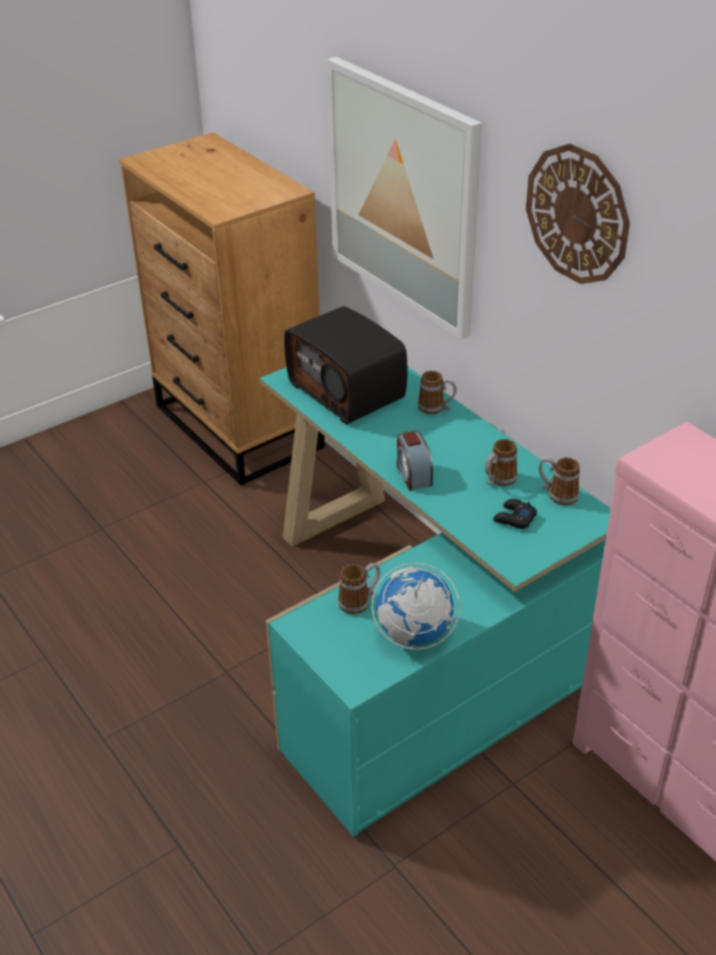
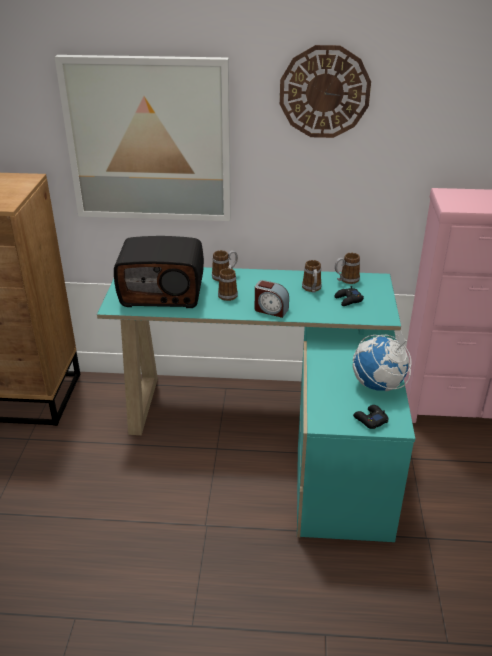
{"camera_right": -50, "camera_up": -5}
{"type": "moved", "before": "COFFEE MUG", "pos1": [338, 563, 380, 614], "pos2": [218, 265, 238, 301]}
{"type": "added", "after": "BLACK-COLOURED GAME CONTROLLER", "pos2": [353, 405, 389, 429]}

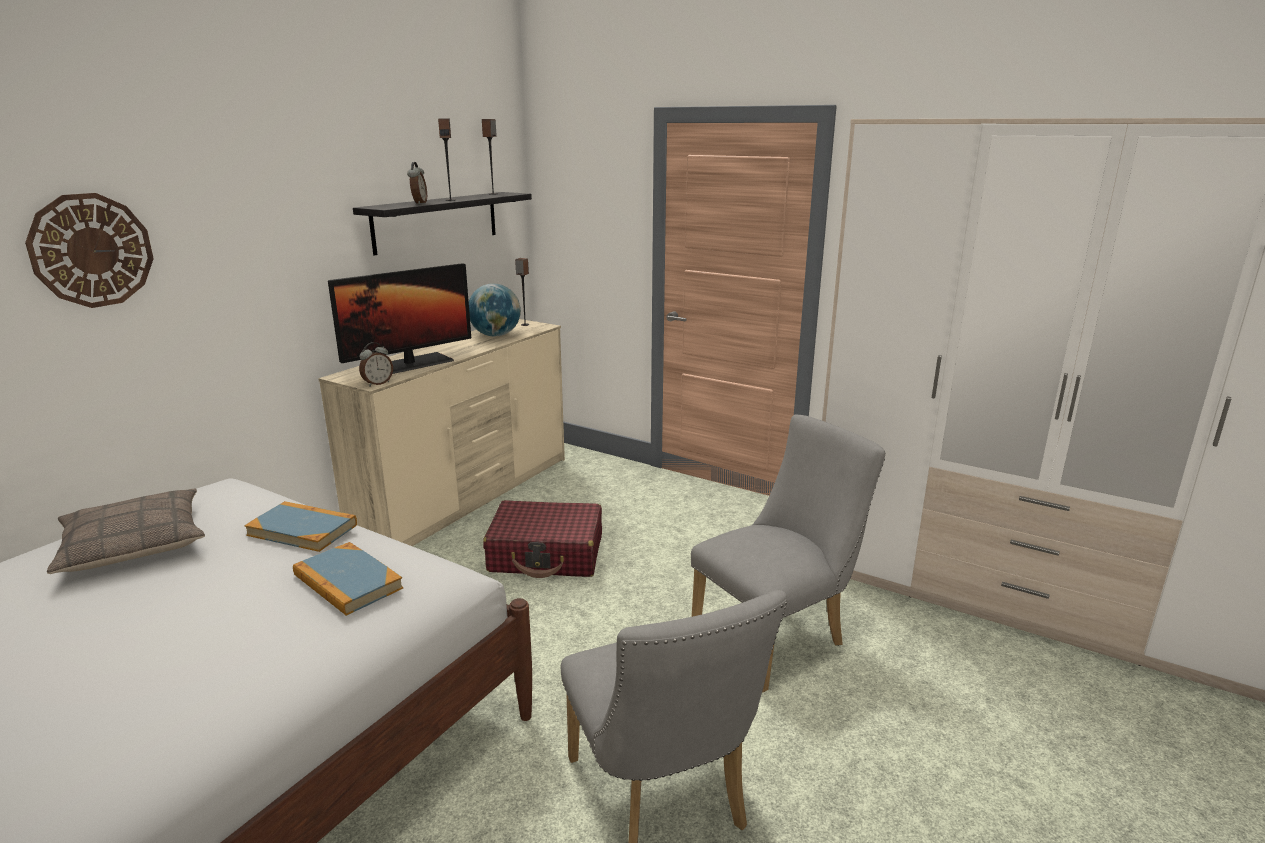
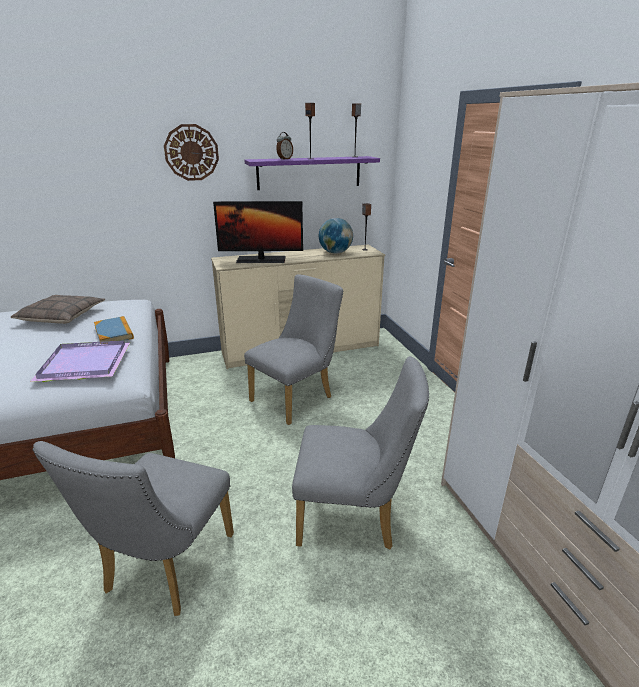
{"camera_right": 40, "camera_up": 5}
{"type": "replaced", "before": "VOLUME", "after": "PURPLISH CARRYING TRAY", "pos1": [293, 542, 403, 616], "pos2": [30, 340, 130, 382]}
{"type": "moved", "before": "WALL CLOCK", "pos1": [25, 193, 154, 308], "pos2": [164, 124, 219, 181]}
{"type": "replaced", "before": "RED-COLOURED SUITCASE", "after": "GREYISH PLAIN CHAIR", "pos1": [483, 500, 602, 578], "pos2": [244, 275, 344, 425]}
{"type": "recoloured", "before": "BLACK-COLOURED WALL SHELF", "after": "PURPLISH WALL SHELF", "pos1": [353, 192, 532, 255], "pos2": [245, 156, 380, 190]}
{"type": "removed", "before": "TABLE CLOCK", "pos1": [359, 342, 393, 386]}

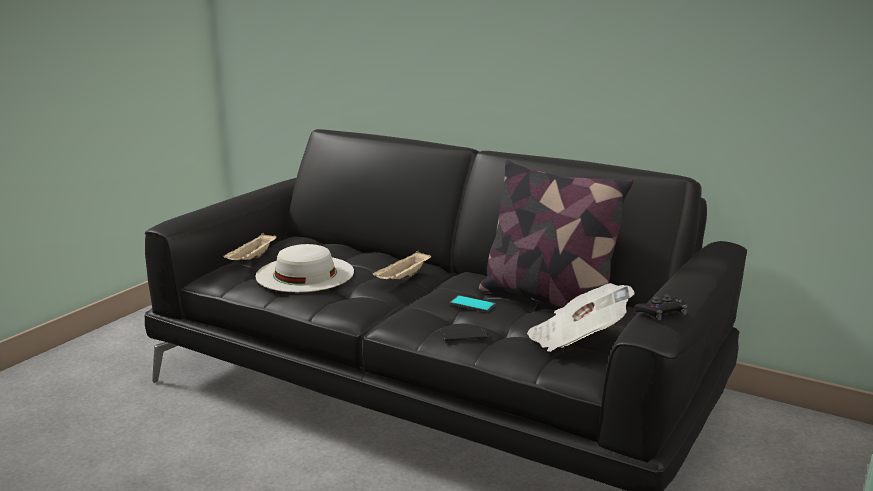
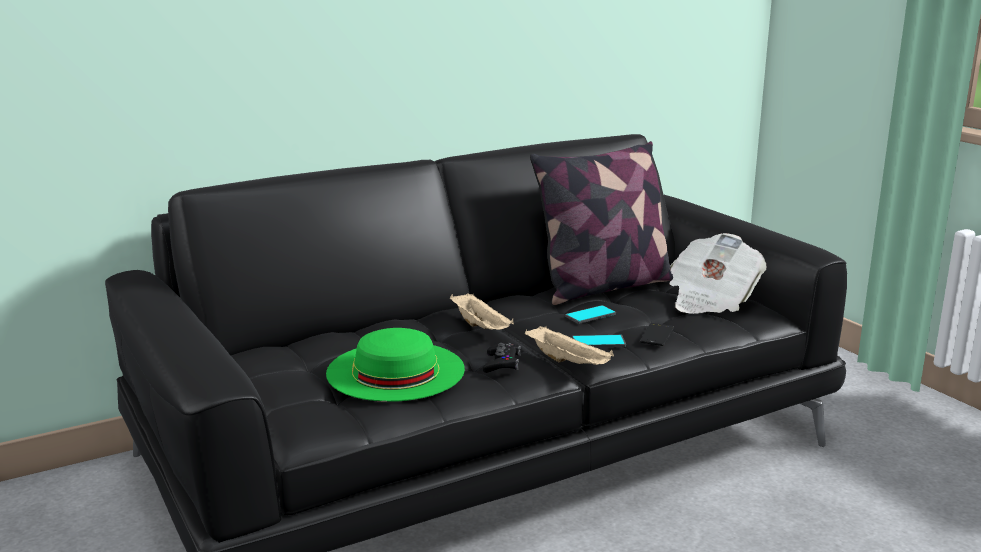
{"camera_right": -60, "camera_up": 0}
{"type": "recoloured", "before": "WHITE WEARABLE HAT", "after": "GREENISH WEARABLE HAT", "pos1": [255, 244, 354, 292], "pos2": [326, 328, 465, 402]}
{"type": "moved", "before": "BLACK-COLOURED GAME CONTROLLER", "pos1": [634, 294, 688, 320], "pos2": [483, 343, 521, 373]}
{"type": "moved", "before": "BEIGE CARRYING TRAY", "pos1": [223, 233, 277, 260], "pos2": [525, 326, 614, 365]}
{"type": "added", "after": "PHONE", "pos2": [572, 335, 626, 347]}

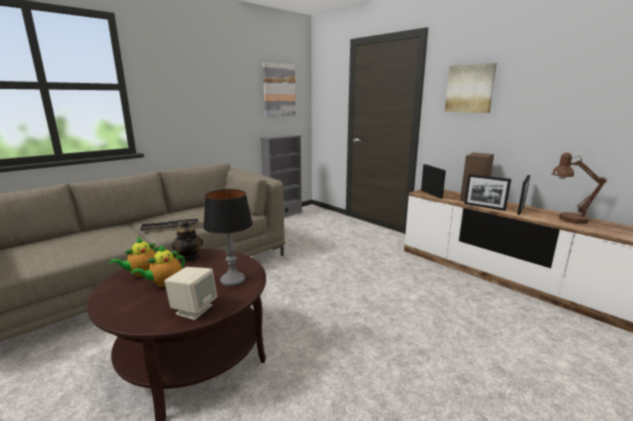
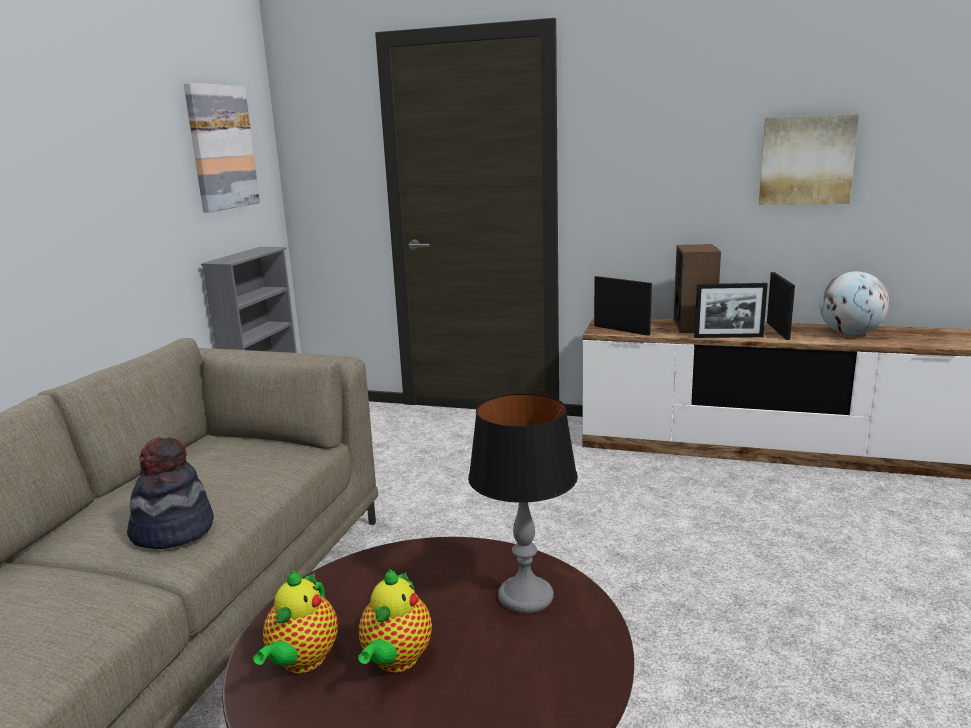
{"camera_right": -30, "camera_up": 0}
{"type": "replaced", "before": "CARRYING TRAY", "after": "WEARABLE HAT", "pos1": [138, 218, 199, 231], "pos2": [127, 437, 214, 549]}
{"type": "moved", "before": "PICTURE", "pos1": [445, 63, 497, 113], "pos2": [759, 114, 859, 205]}
{"type": "replaced", "before": "BROWNISH TABLE LAMP", "after": "DESK GLOBE", "pos1": [552, 152, 607, 224], "pos2": [819, 271, 890, 335]}
{"type": "removed", "before": "BEIGE SPEAKER", "pos1": [165, 267, 217, 320]}
{"type": "removed", "before": "POT FOR TEA", "pos1": [172, 221, 203, 261]}

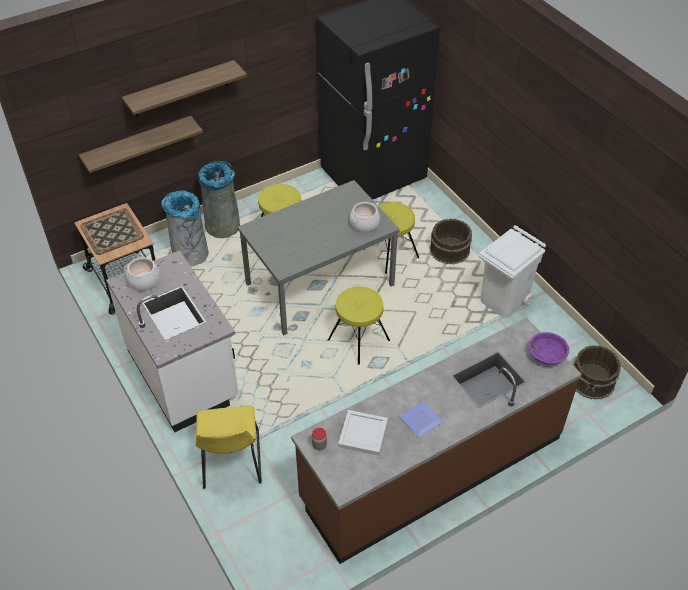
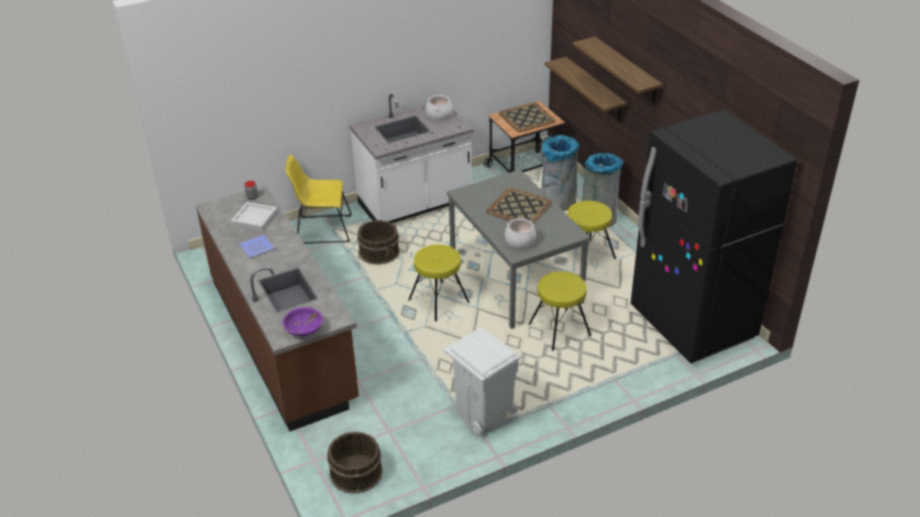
{"camera_right": 95, "camera_up": -10}
{"type": "moved", "before": "BROWNISH PAIL", "pos1": [430, 219, 472, 264], "pos2": [357, 220, 400, 265]}
{"type": "added", "after": "CARRYING TRAY", "pos2": [486, 188, 552, 224]}

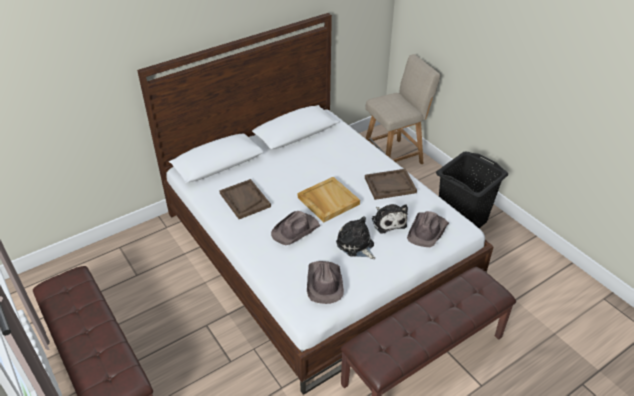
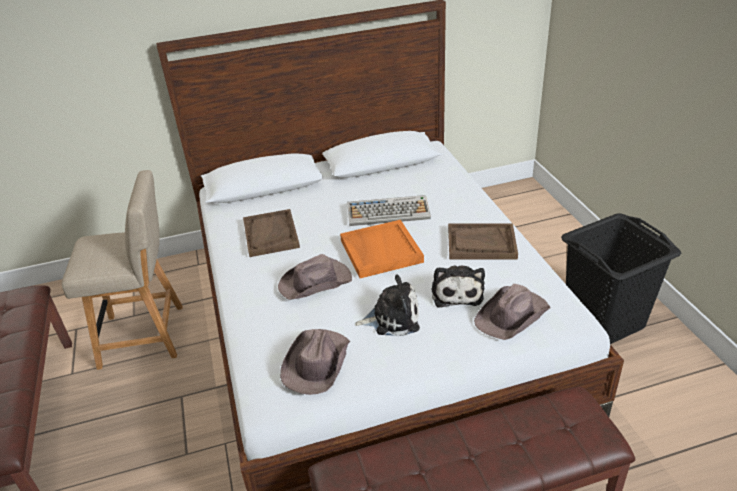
{"camera_right": 20, "camera_up": -5}
{"type": "moved", "before": "BEIGE PLAIN CHAIR", "pos1": [365, 54, 440, 164], "pos2": [62, 170, 183, 370]}
{"type": "recoloured", "before": "BEIGE CARRYING TRAY", "after": "ORANGEY CARRYING TRAY", "pos1": [298, 177, 360, 223], "pos2": [340, 220, 424, 278]}
{"type": "added", "after": "COMPUTER KEYBOARD", "pos2": [347, 195, 431, 226]}
{"type": "turned", "before": "PLUSH TOY", "pos1": [336, 216, 375, 259], "pos2": [355, 275, 420, 336], "turn": 105}

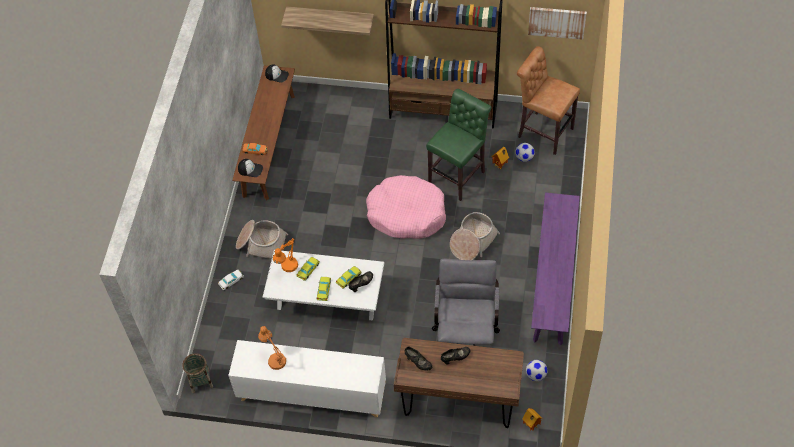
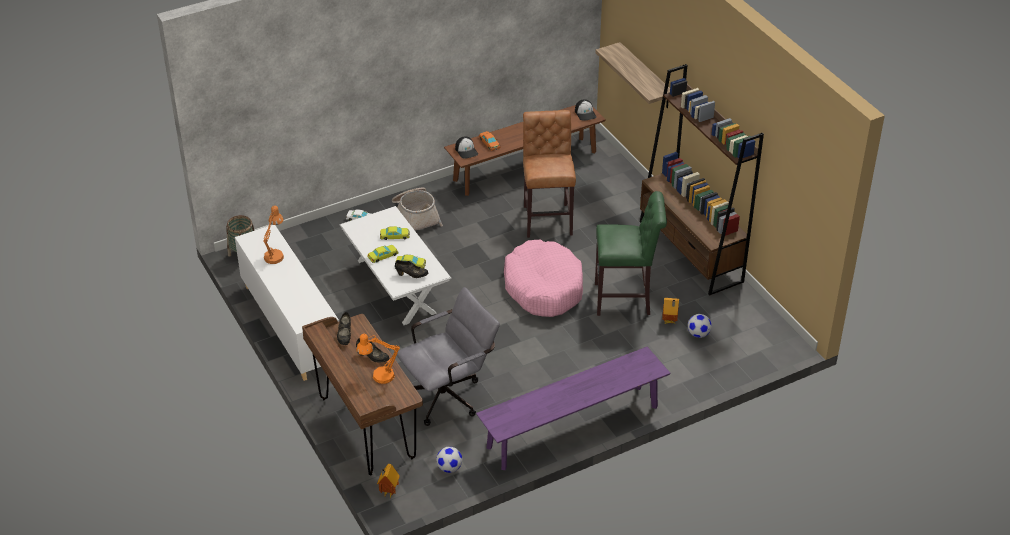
{"camera_right": 50, "camera_up": -15}
{"type": "moved", "before": "ORANGEY TABLE LAMP", "pos1": [273, 238, 298, 272], "pos2": [356, 333, 400, 384]}
{"type": "moved", "before": "BROWNISH STOOL", "pos1": [517, 46, 580, 155], "pos2": [523, 110, 576, 238]}
{"type": "removed", "before": "BASKET", "pos1": [450, 212, 500, 260]}
{"type": "removed", "before": "PICTURE", "pos1": [528, 7, 587, 40]}

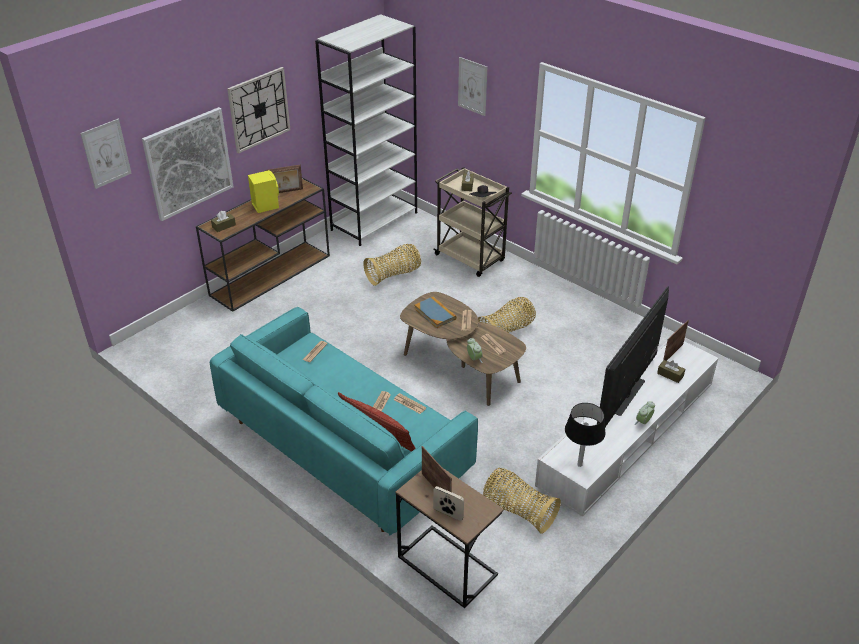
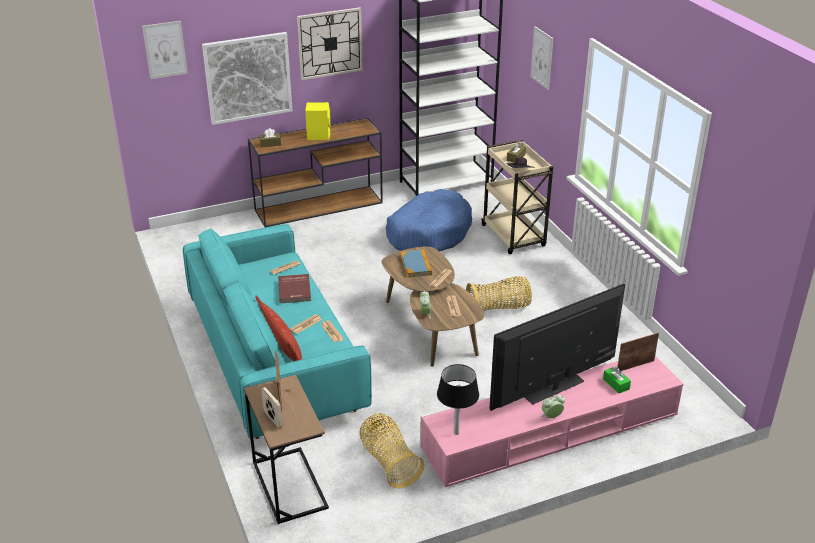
{"camera_right": 25, "camera_up": -5}
{"type": "added", "after": "RED-COLOURED VOLUME", "pos2": [278, 274, 311, 303]}
{"type": "replaced", "before": "BASKET", "after": "BLUISH DOG BED", "pos1": [363, 244, 421, 286], "pos2": [386, 189, 472, 252]}
{"type": "recoloured", "before": "WHITE TV UNIT", "after": "PINK TV UNIT", "pos1": [535, 341, 718, 517], "pos2": [420, 356, 683, 487]}
{"type": "recoloured", "before": "BROWNISH TISSUE HOLDER", "after": "GREENISH TISSUE HOLDER", "pos1": [657, 360, 685, 383], "pos2": [603, 367, 631, 393]}
{"type": "removed", "before": "PHOTO FRAME", "pos1": [266, 165, 303, 193]}

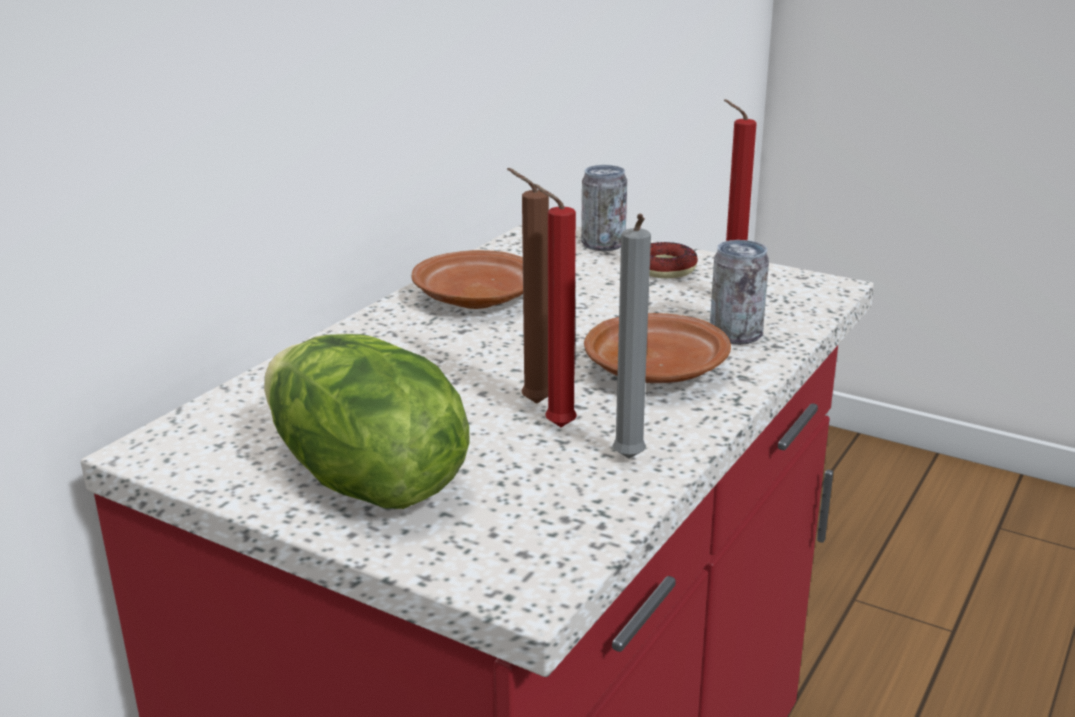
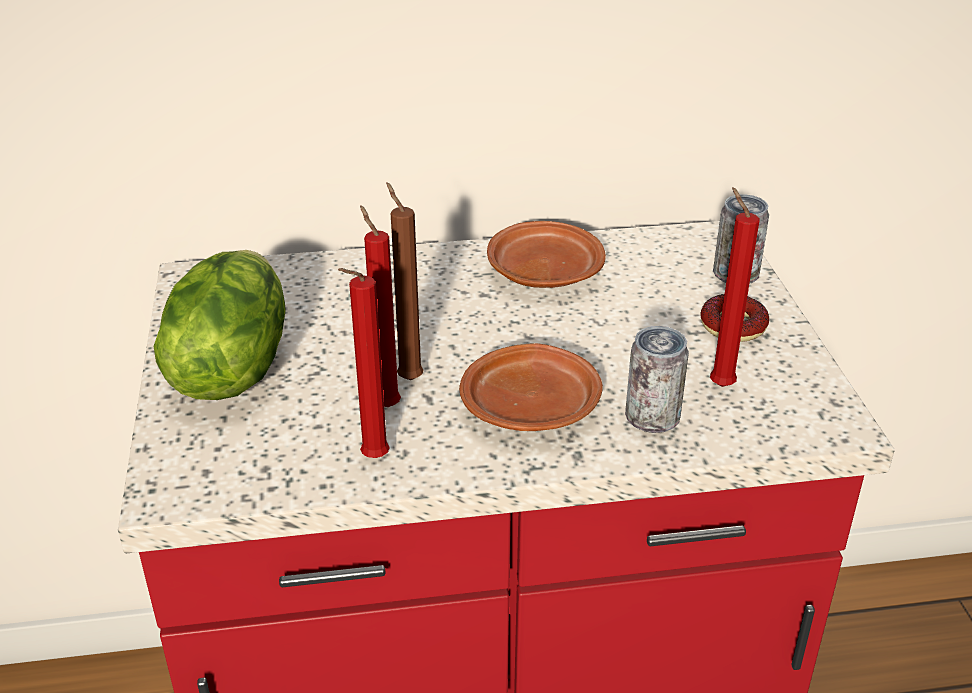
{"camera_right": 50, "camera_up": 10}
{"type": "recoloured", "before": "GREYISH WAX LIGHT", "after": "RED-COLOURED WAX LIGHT", "pos1": [612, 214, 651, 459], "pos2": [338, 268, 390, 458]}

